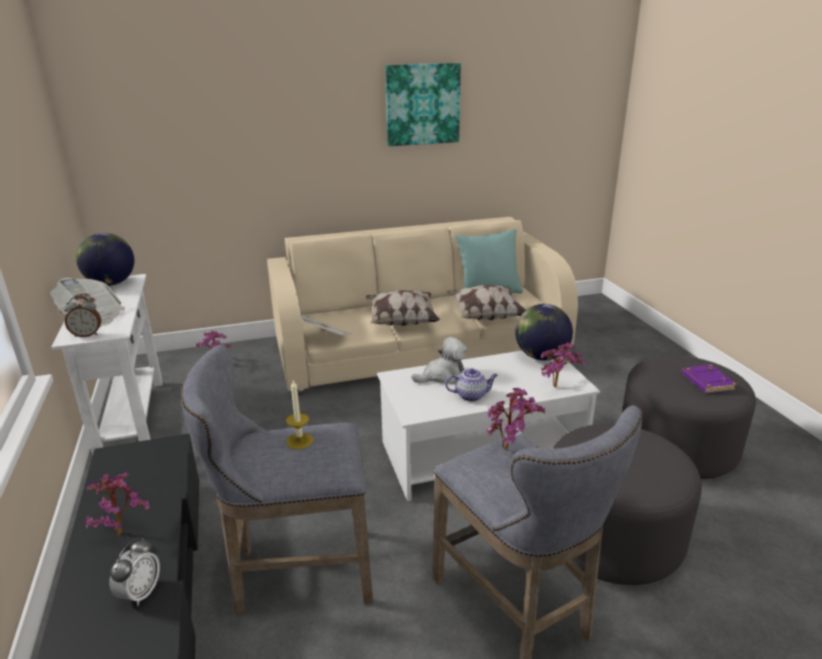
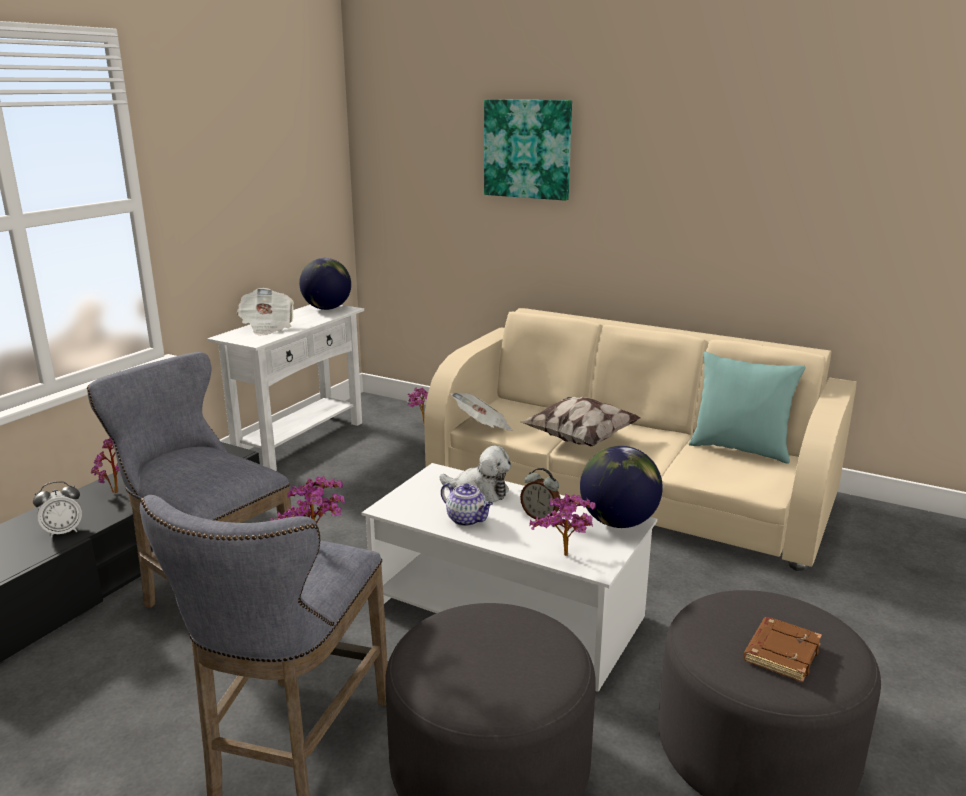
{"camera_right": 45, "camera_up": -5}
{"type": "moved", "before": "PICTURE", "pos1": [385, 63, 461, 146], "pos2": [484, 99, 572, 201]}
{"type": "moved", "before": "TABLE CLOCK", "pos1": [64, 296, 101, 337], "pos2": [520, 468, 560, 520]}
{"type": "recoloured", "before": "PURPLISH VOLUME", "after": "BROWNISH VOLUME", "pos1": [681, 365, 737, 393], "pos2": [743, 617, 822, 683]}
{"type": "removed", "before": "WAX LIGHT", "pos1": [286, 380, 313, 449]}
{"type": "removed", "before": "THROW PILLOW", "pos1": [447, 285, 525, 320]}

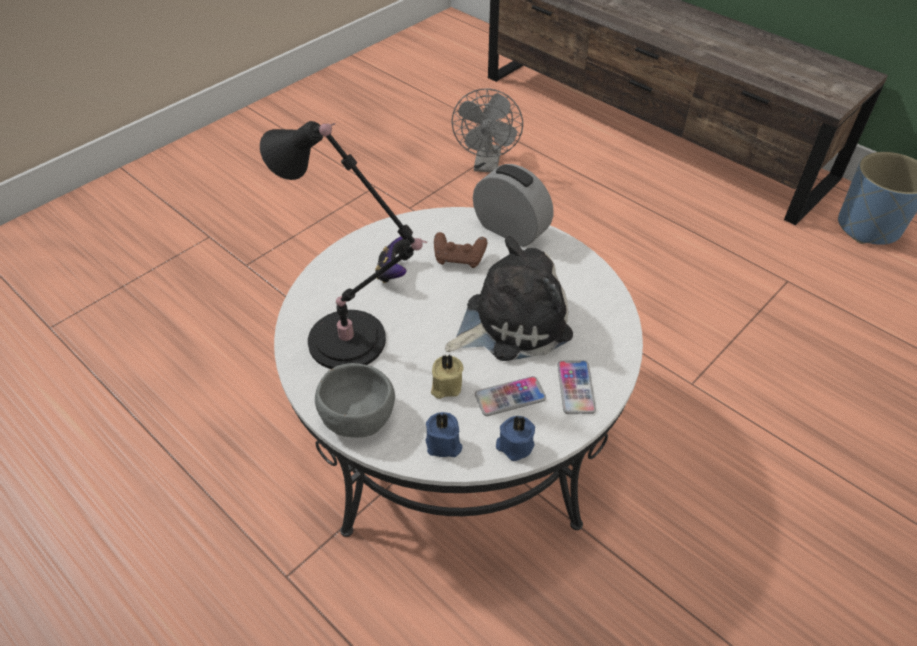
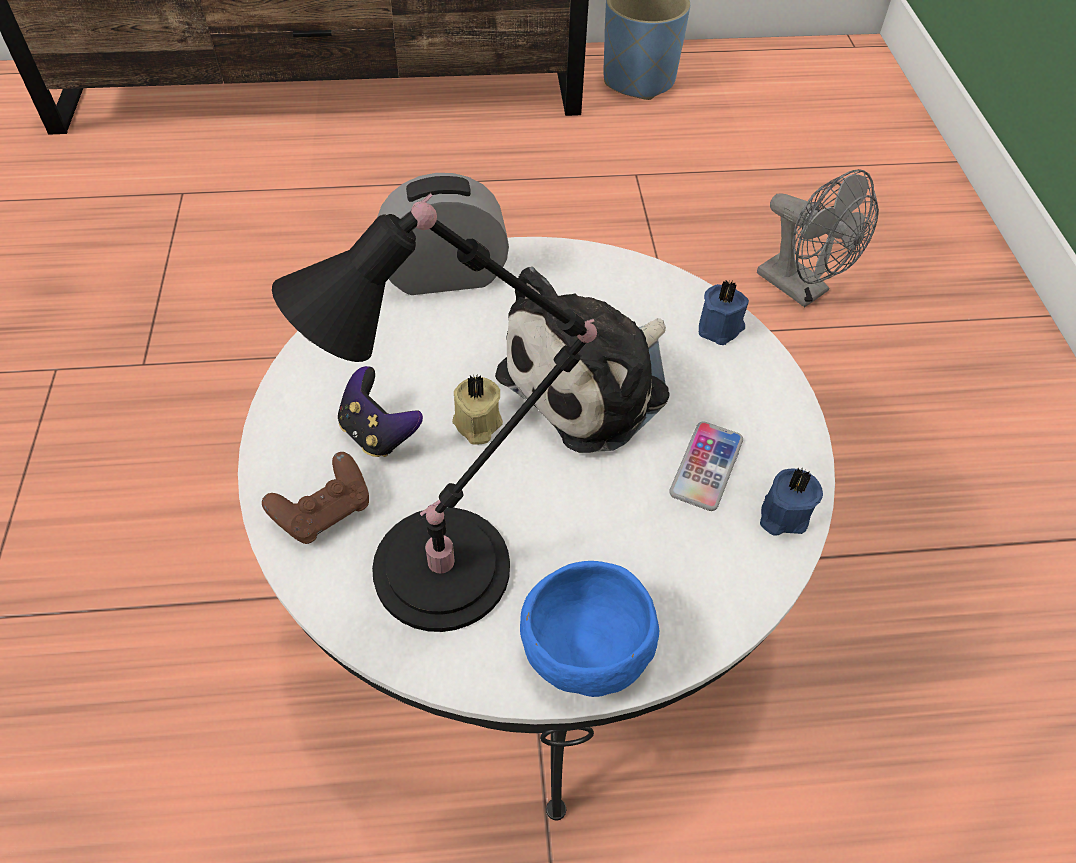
{"camera_right": -50, "camera_up": 5}
{"type": "moved", "before": "BROWNISH GAME CONTROLLER", "pos1": [434, 232, 487, 268], "pos2": [262, 452, 369, 544]}
{"type": "moved", "before": "BEIGE WAX LIGHT", "pos1": [431, 354, 464, 399], "pos2": [452, 374, 503, 445]}
{"type": "turned", "before": "PLUSH TOY", "pos1": [445, 236, 573, 361], "pos2": [495, 267, 669, 453], "turn": -150}
{"type": "recoloured", "before": "GREYISH BOWL", "after": "BLUISH BOWL", "pos1": [315, 363, 395, 438], "pos2": [520, 561, 659, 697]}
{"type": "moved", "before": "BLUISH WAX LIGHT", "pos1": [425, 412, 462, 457], "pos2": [699, 280, 749, 345]}
{"type": "moved", "before": "GREYISH FAN", "pos1": [451, 88, 523, 173], "pos2": [757, 169, 879, 307]}
{"type": "removed", "before": "PHONE", "pos1": [557, 360, 596, 414]}

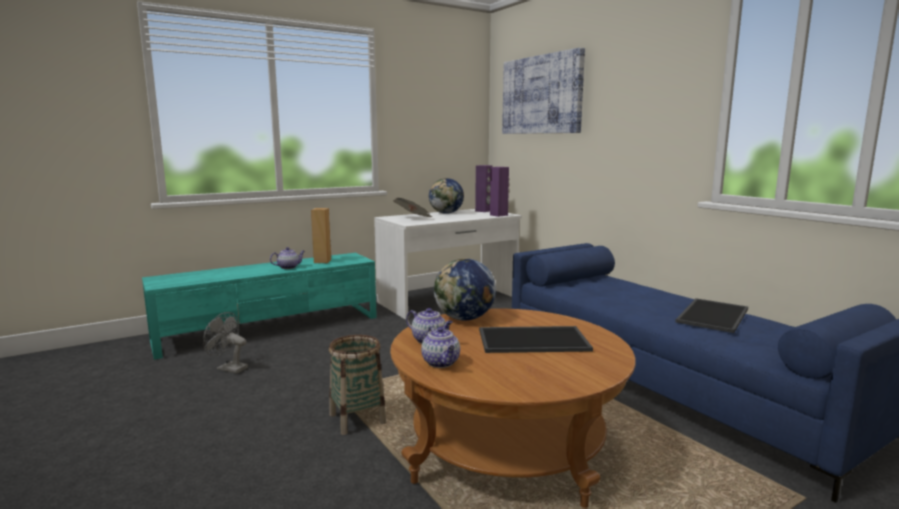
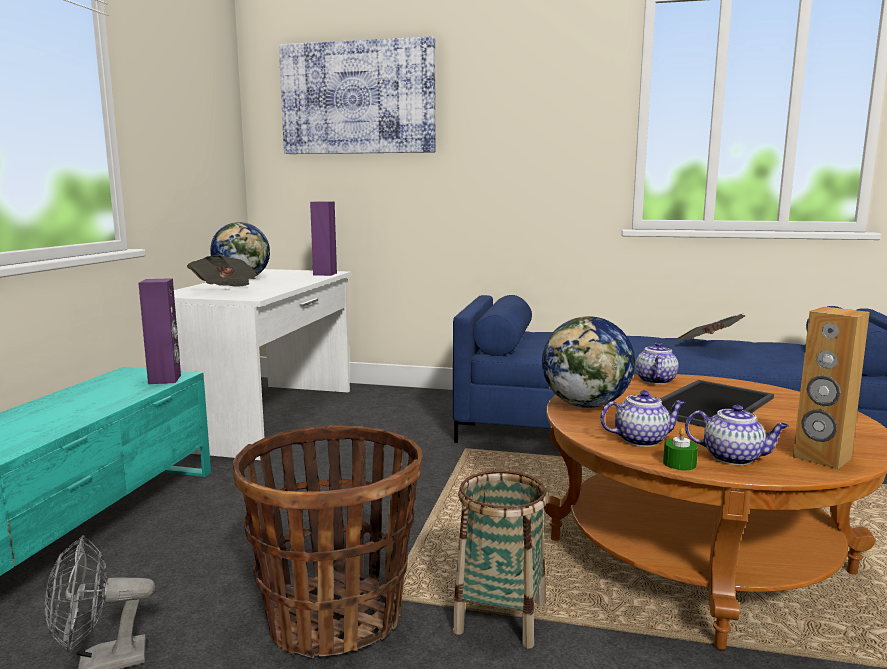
{"camera_right": -45, "camera_up": 0}
{"type": "moved", "before": "PURPLISH SPEAKER", "pos1": [475, 165, 492, 212], "pos2": [138, 278, 181, 384]}
{"type": "added", "after": "BASKET", "pos2": [233, 425, 422, 658]}
{"type": "moved", "before": "POT FOR TEA", "pos1": [270, 247, 305, 269], "pos2": [636, 342, 679, 384]}
{"type": "added", "after": "GREENISH WAX LIGHT", "pos2": [663, 428, 698, 470]}
{"type": "replaced", "before": "CARRYING TRAY", "after": "DAILY PAPER", "pos1": [675, 298, 748, 333], "pos2": [674, 314, 745, 341]}
{"type": "moved", "before": "BROWNISH SPEAKER", "pos1": [311, 208, 331, 263], "pos2": [793, 307, 870, 470]}

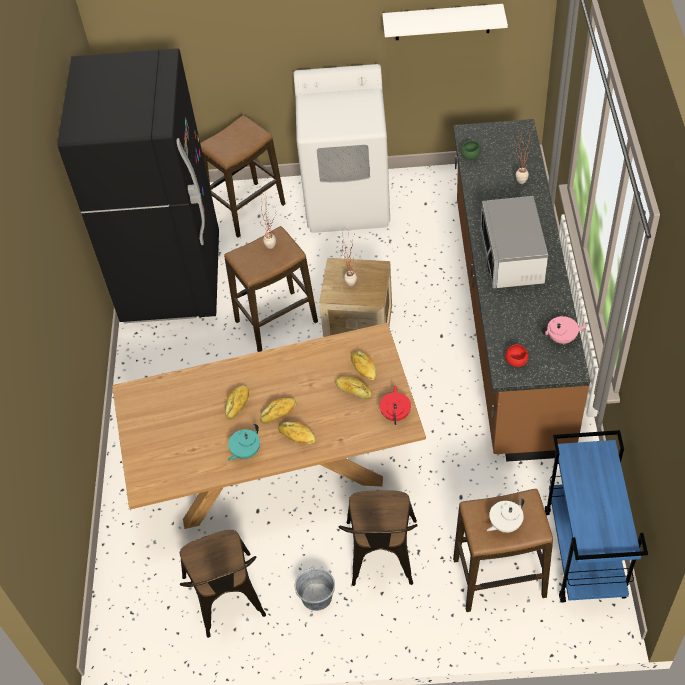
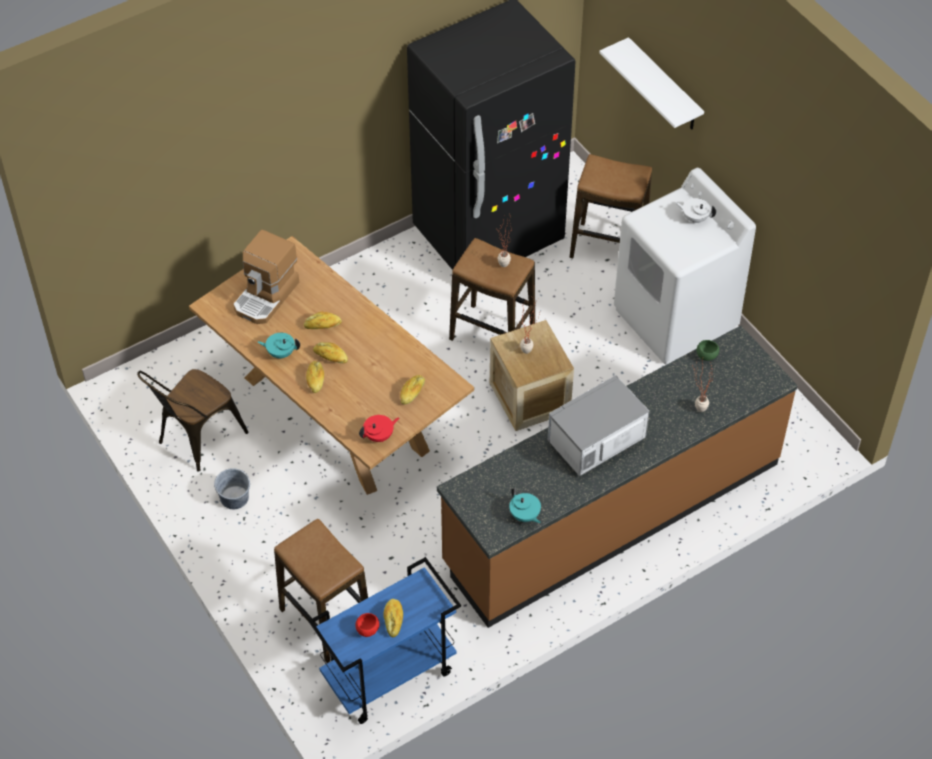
{"camera_right": 55, "camera_up": 0}
{"type": "added", "after": "COFFEE MACHINE", "pos2": [233, 230, 299, 324]}
{"type": "moved", "before": "RED-COLOURED BOWL", "pos1": [505, 344, 528, 367], "pos2": [355, 613, 379, 637]}
{"type": "moved", "before": "BREAD", "pos1": [336, 376, 372, 399], "pos2": [384, 599, 403, 637]}
{"type": "recoloured", "before": "PINK POT FOR TEA", "after": "TURQUOISE-COLOURED POT FOR TEA", "pos1": [542, 316, 587, 345], "pos2": [509, 488, 541, 523]}
{"type": "moved", "before": "WHITE WALL SHELF", "pos1": [382, 4, 508, 40], "pos2": [600, 37, 704, 129]}
{"type": "moved", "before": "WHITE POT FOR TEA", "pos1": [487, 498, 524, 533], "pos2": [676, 198, 716, 223]}
{"type": "removed", "before": "BROWNISH PLAIN CHAIR", "pos1": [339, 490, 418, 586]}

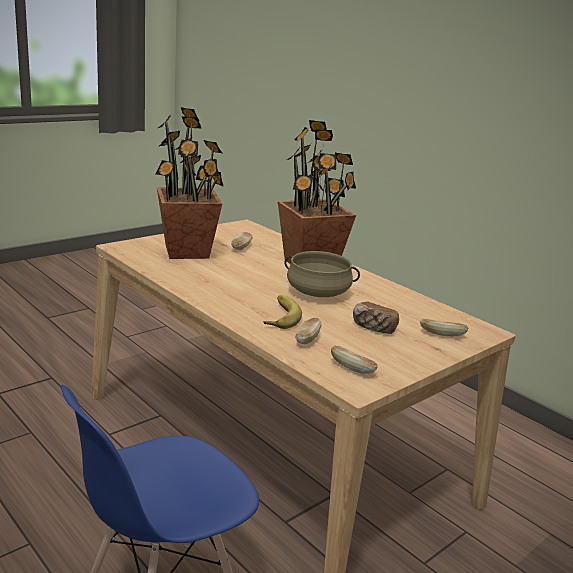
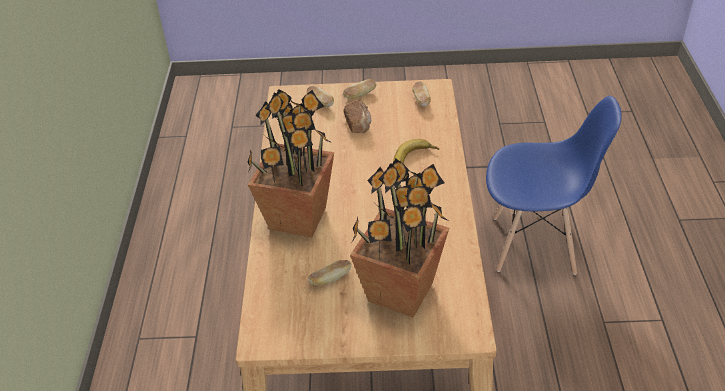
{"camera_right": -135, "camera_up": 20}
{"type": "moved", "before": "BREAD", "pos1": [295, 318, 321, 344], "pos2": [343, 79, 377, 99]}
{"type": "removed", "before": "BEIGE STOCKPOT", "pos1": [284, 251, 360, 297]}

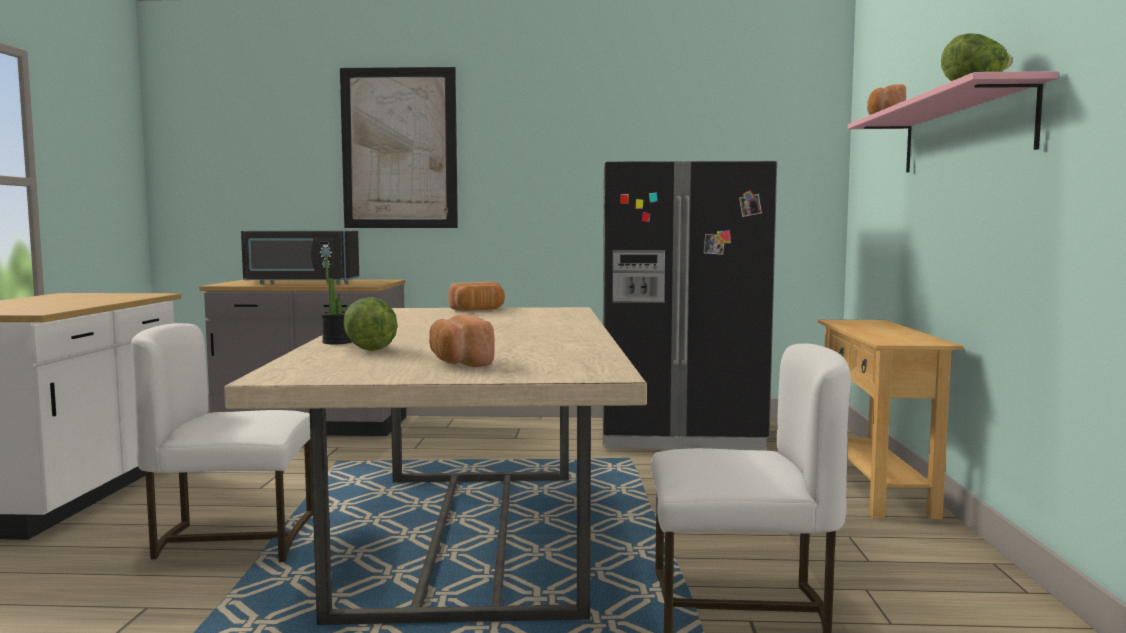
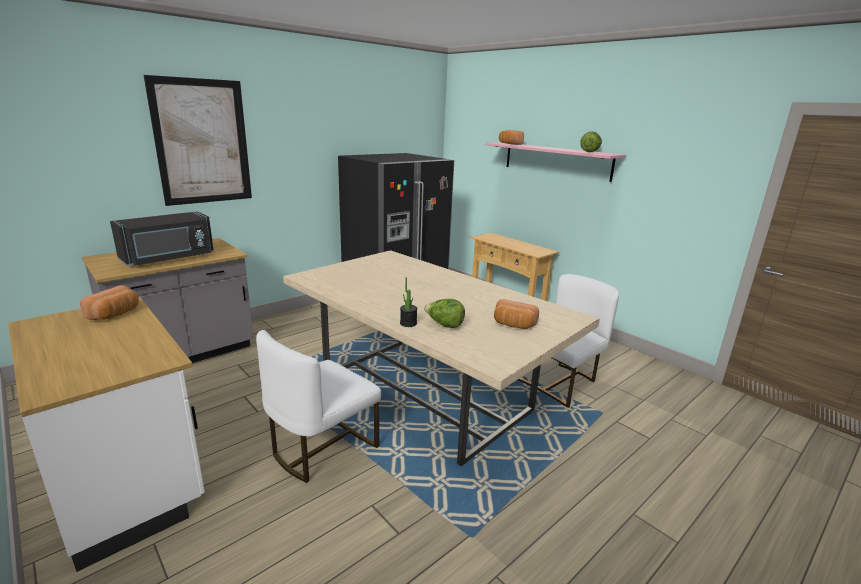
{"camera_right": -45, "camera_up": 15}
{"type": "moved", "before": "BREAD", "pos1": [448, 282, 505, 311], "pos2": [80, 285, 139, 320]}

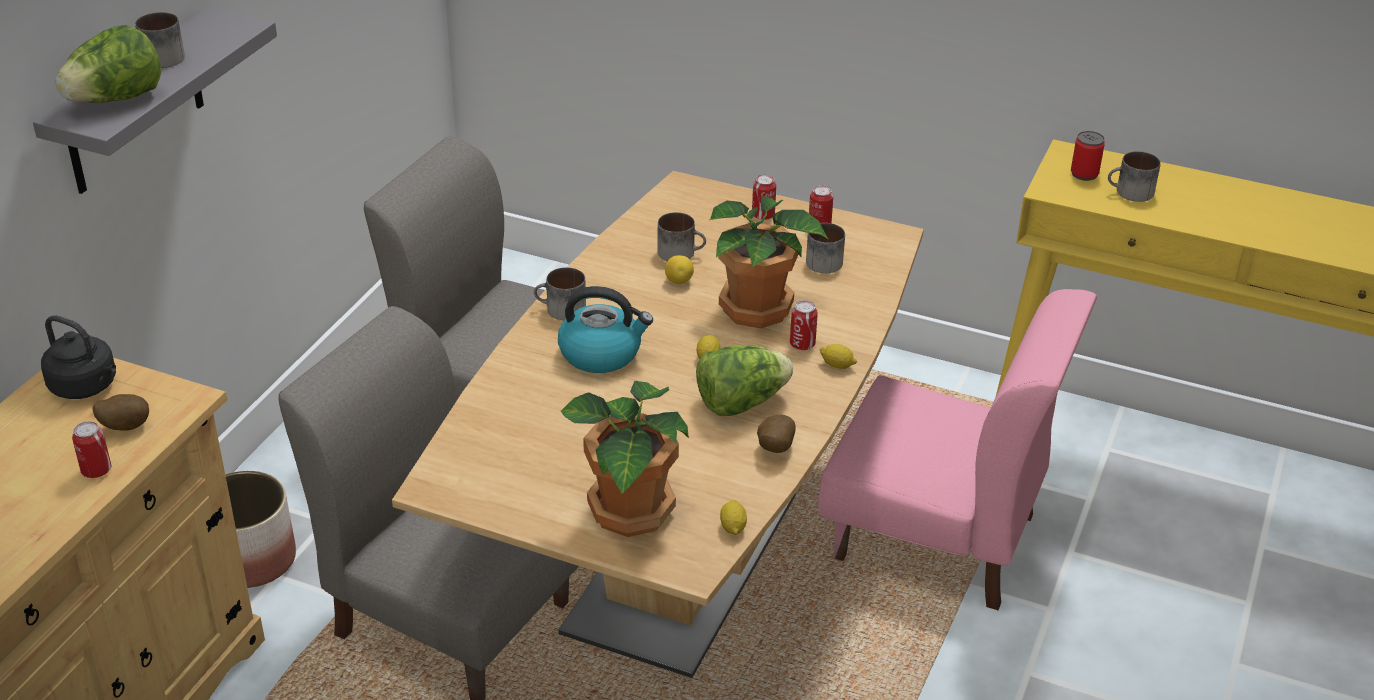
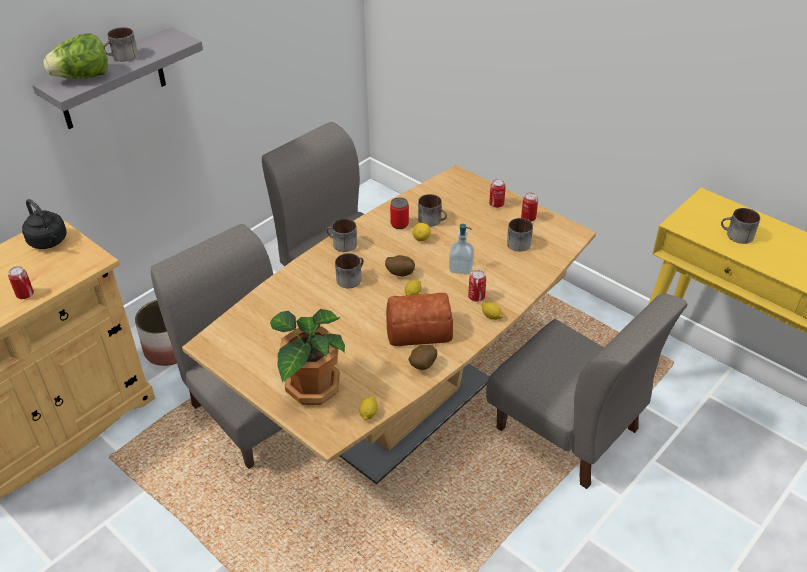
{"camera_right": 20, "camera_up": 5}
{"type": "replaced", "before": "WATER KETTLE", "after": "COFFEE MUG", "pos1": [558, 286, 653, 373], "pos2": [335, 253, 364, 288]}
{"type": "moved", "before": "SPUD", "pos1": [93, 394, 149, 431], "pos2": [385, 255, 415, 276]}
{"type": "replaced", "before": "LETTUCE HEAD", "after": "BREAD", "pos1": [696, 346, 793, 416], "pos2": [386, 293, 453, 346]}
{"type": "moved", "before": "SEALED CAN", "pos1": [1071, 131, 1105, 181], "pos2": [390, 198, 409, 229]}
{"type": "replaced", "before": "POTTED PLANT", "after": "SOAP BOTTLE", "pos1": [709, 196, 828, 328], "pos2": [449, 224, 474, 275]}
{"type": "recoloured", "before": "PINK PLAIN CHAIR", "after": "GREYISH PLAIN CHAIR", "pos1": [818, 289, 1097, 610], "pos2": [486, 294, 687, 489]}

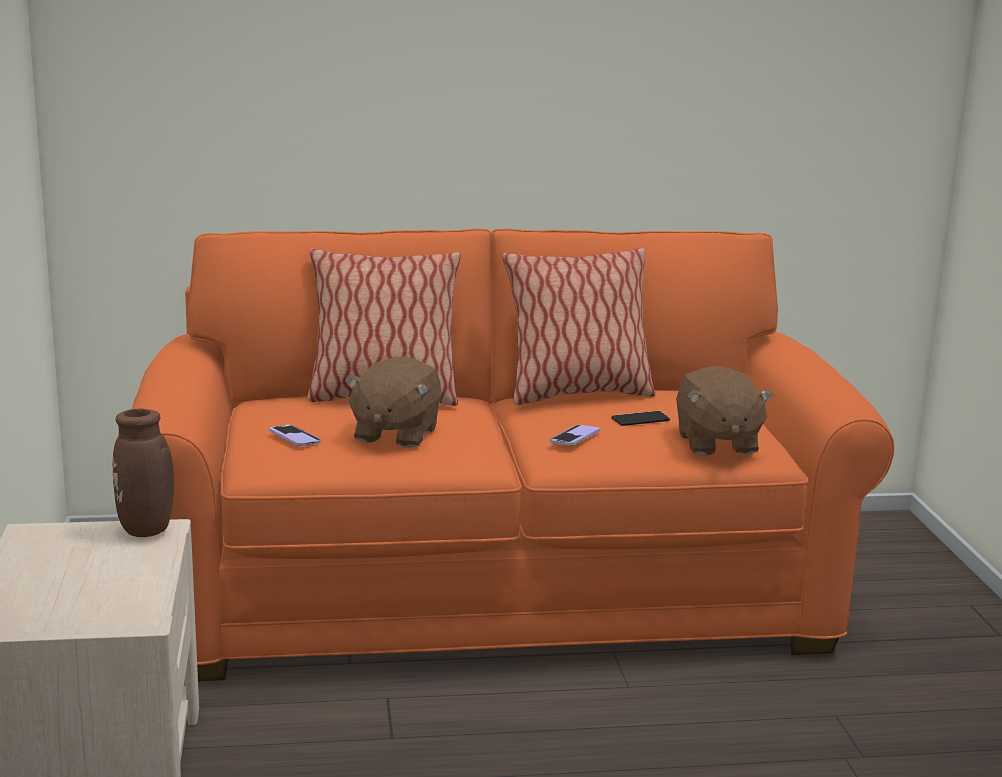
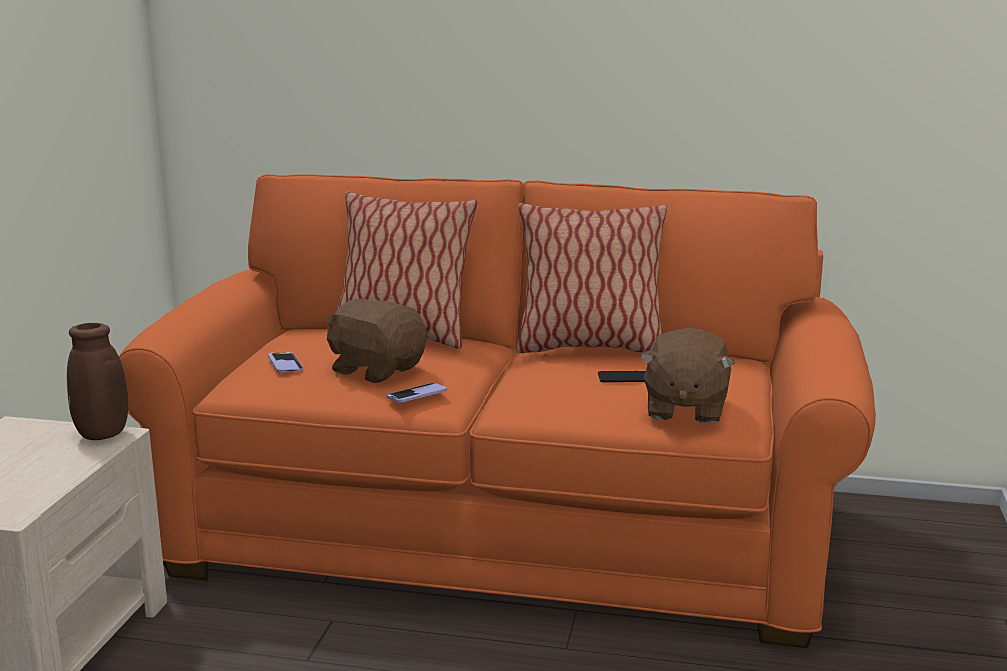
{"camera_right": 20, "camera_up": 0}
{"type": "turned", "before": "BROWNISH PLUSH TOY", "pos1": [345, 356, 442, 448], "pos2": [325, 298, 427, 383], "turn": 90}
{"type": "moved", "before": "PHONE", "pos1": [550, 425, 600, 446], "pos2": [387, 383, 447, 403]}

